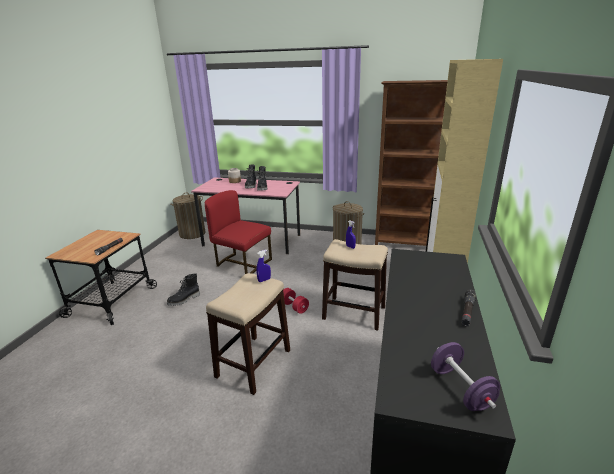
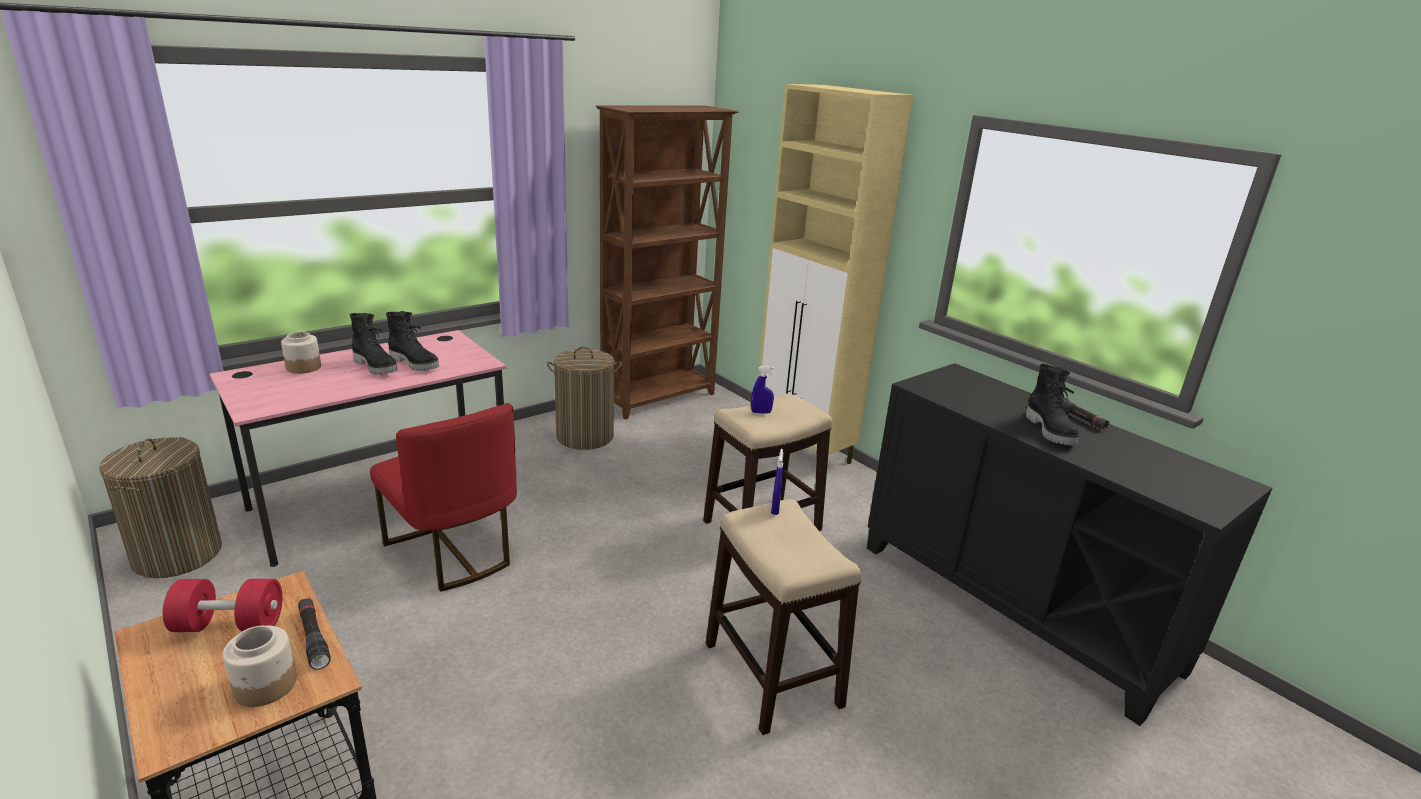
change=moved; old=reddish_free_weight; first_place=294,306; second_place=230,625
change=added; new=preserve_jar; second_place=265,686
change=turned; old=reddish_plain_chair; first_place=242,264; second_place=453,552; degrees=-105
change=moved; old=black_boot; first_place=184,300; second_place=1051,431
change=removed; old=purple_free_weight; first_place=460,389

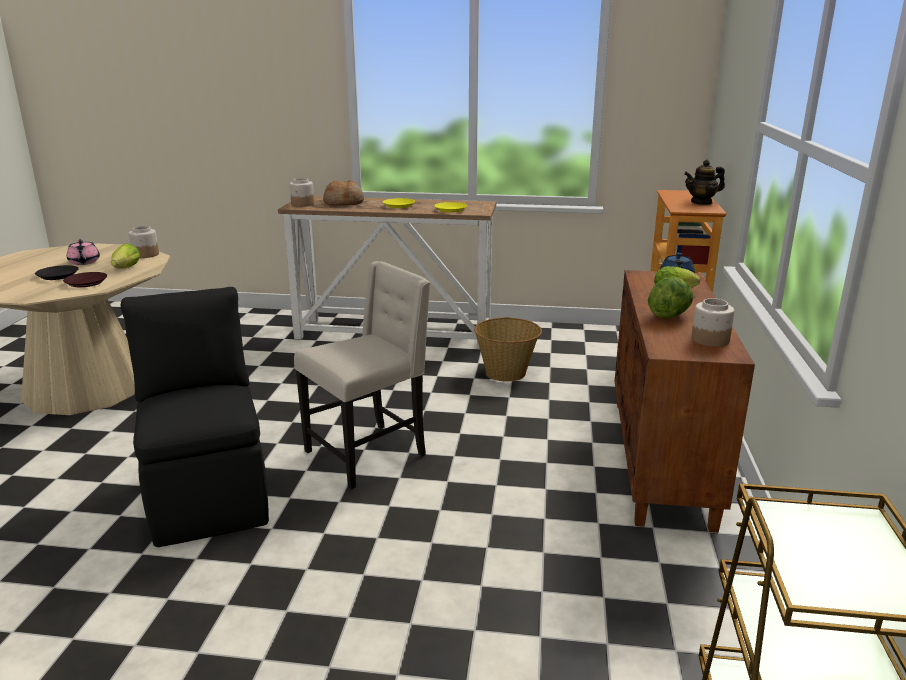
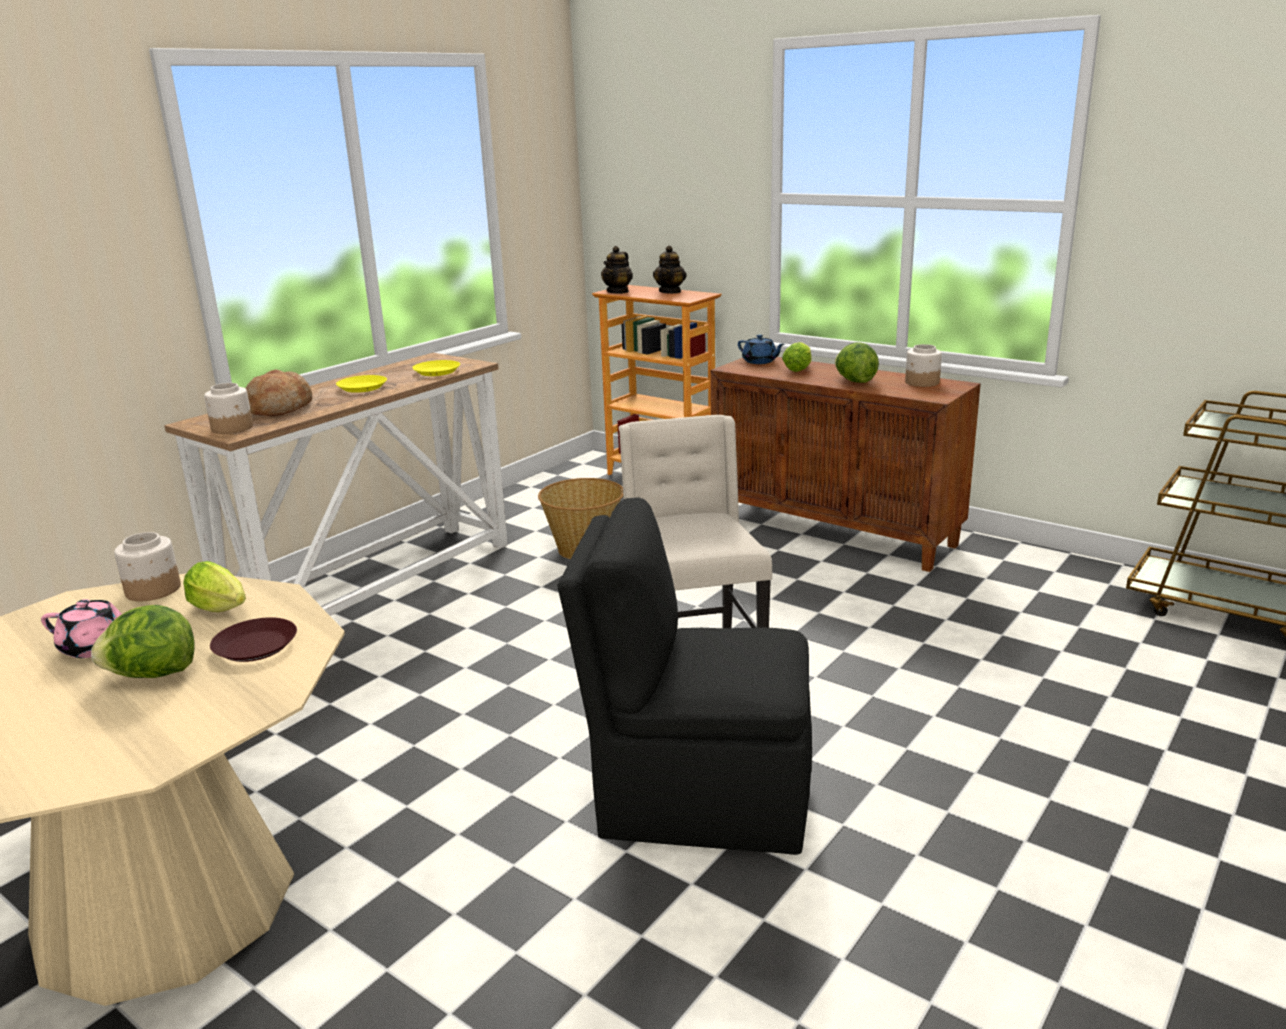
change=replaced; old=black_plate; new=lettuce; first_place=57,276; second_place=153,674
change=added; new=pot_for_tea; second_place=618,291

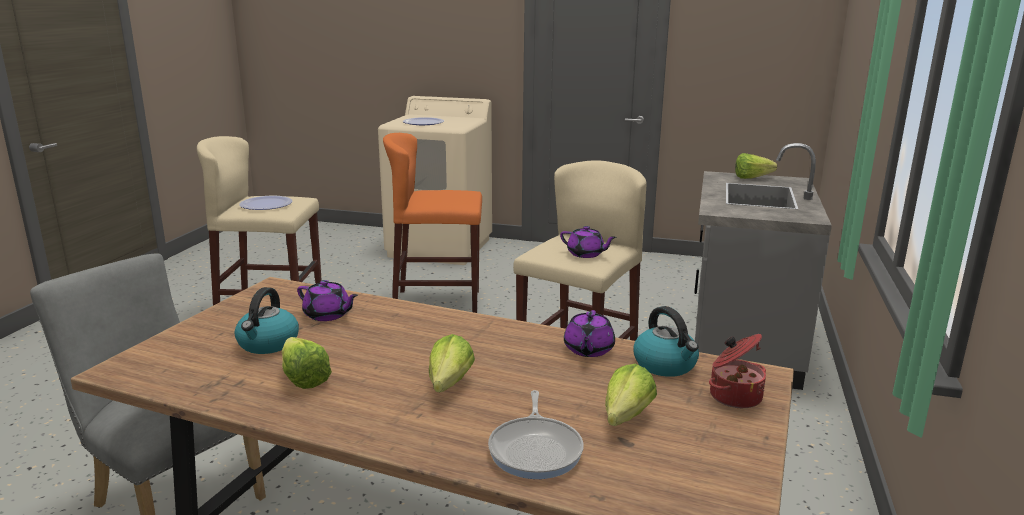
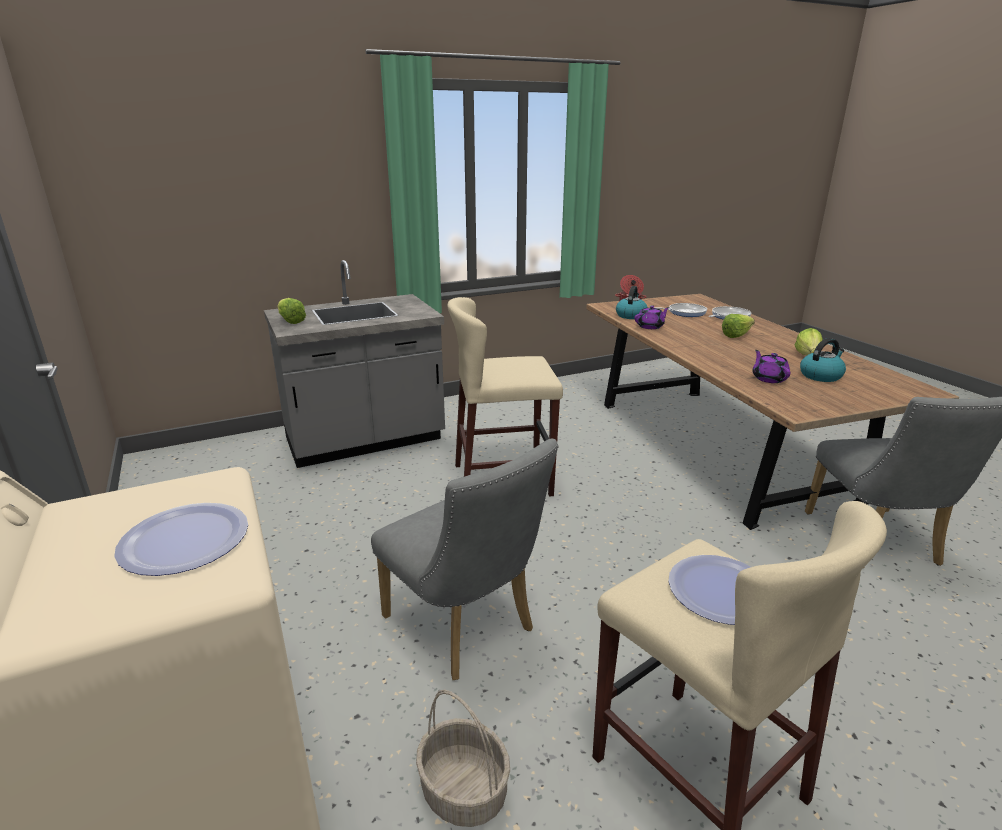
change=replaced; old=orange-coloured_stool_seat; new=grey_plain_chair; first_place=437,304; second_place=465,629
change=added; new=household_basket; second_place=462,791
change=replaced; old=lettuce; new=skillet; first_place=622,421; second_place=684,312
change=removed; old=purple_pot_for_tea; first_place=586,254

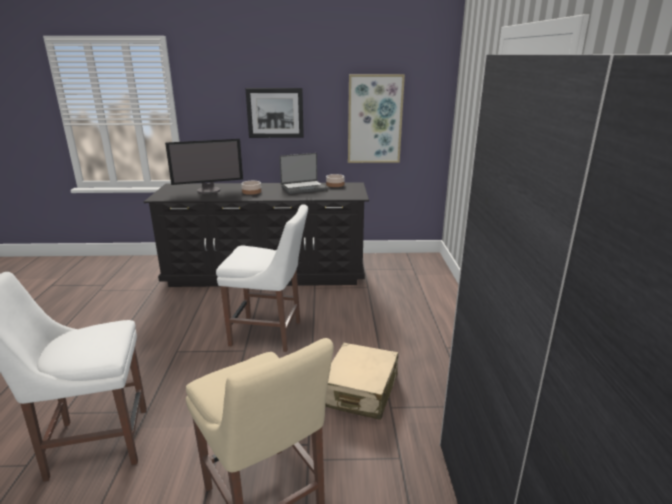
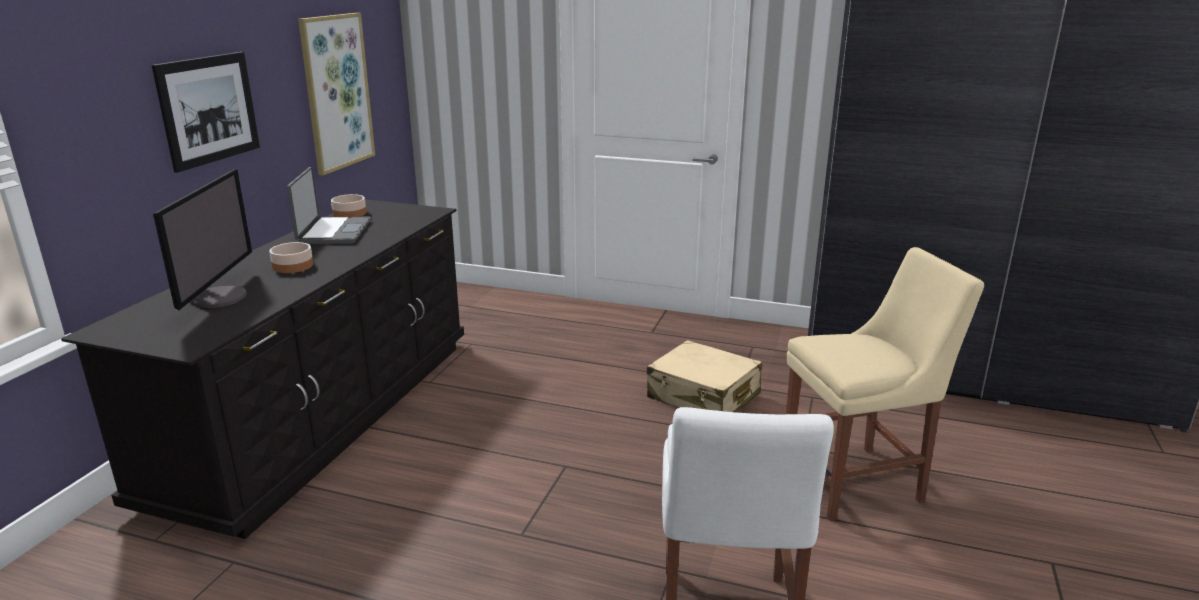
change=removed; old=white-coloured_plain_chair; first_place=269,334

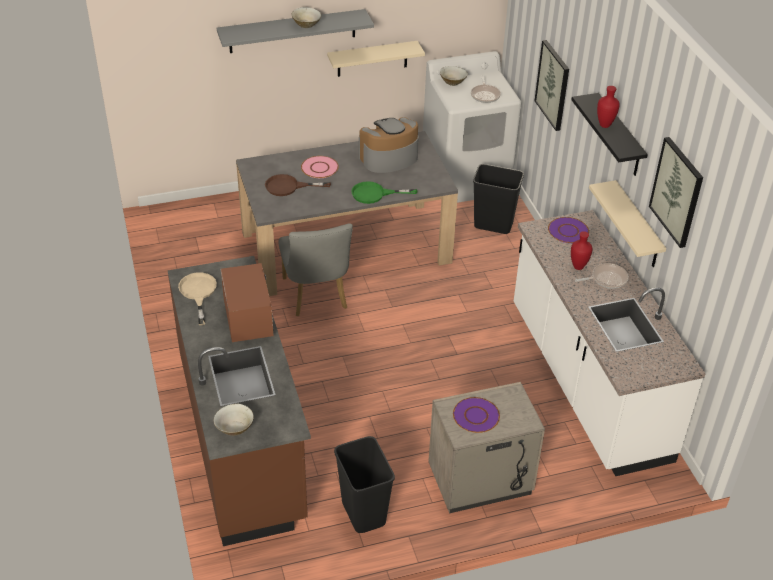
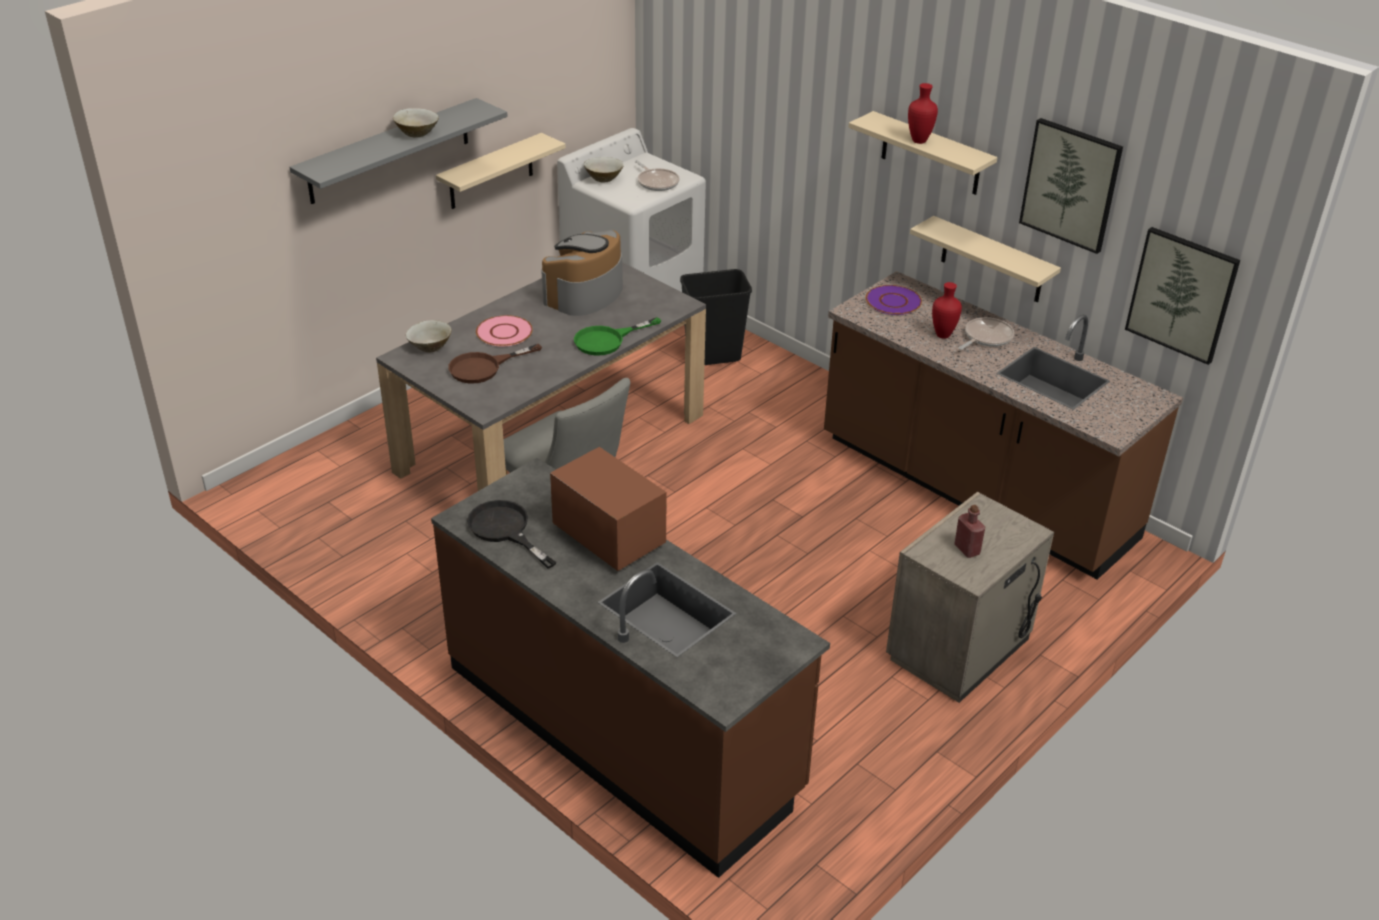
change=moved; old=sand-coloured_deep_dish; first_place=234,428; second_place=430,347
change=recoloured; old=sand-coloured_skillet; new=black_skillet; first_place=198,293; second_place=505,530
change=recoloured; old=white-coloured_kitchen_counter; new=brown-coloured_kitchen_counter; first_place=586,382; second_place=974,490
change=recoloured; old=black_shelf; new=sand-coloured_shelf; first_place=619,136; second_place=931,154
change=replaced; old=purple_plate; new=reddish_beverage_bottle; first_place=475,416; second_place=967,549
change=moved; old=picture; first_place=553,85; second_place=1182,294
change=removed; old=black_waste_bin; first_place=364,513

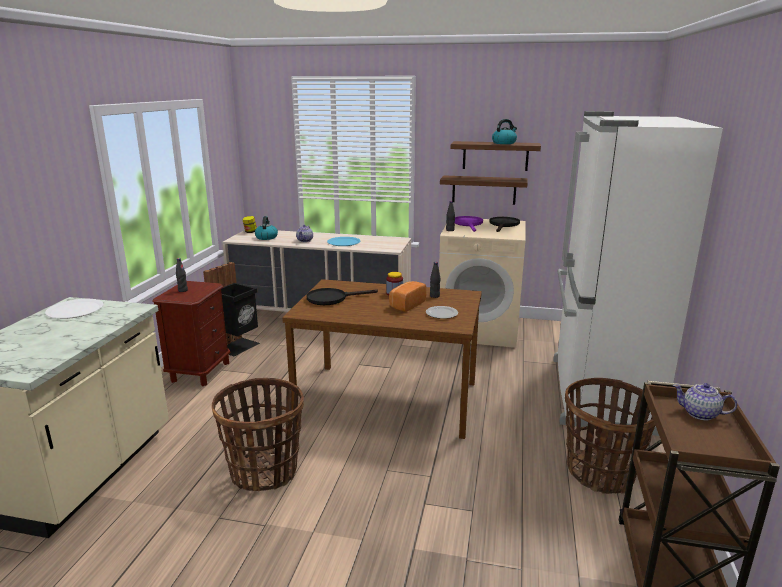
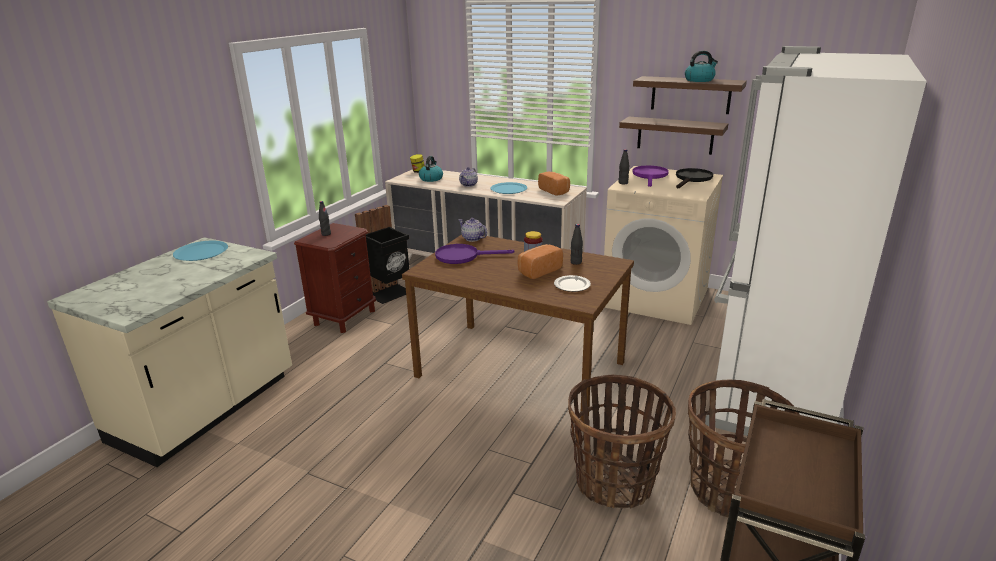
change=recoloured; old=white-coloured_plate; new=bluish_plate; first_place=75,310; second_place=201,252
change=recoloured; old=black_skillet; new=purple_skillet; first_place=332,298; second_place=463,256
change=moved; old=pot_for_tea; first_place=700,414; second_place=473,239
change=added; new=bakery_bread; second_place=555,191
change=moved; old=household_basket; first_place=264,472; second_place=614,483

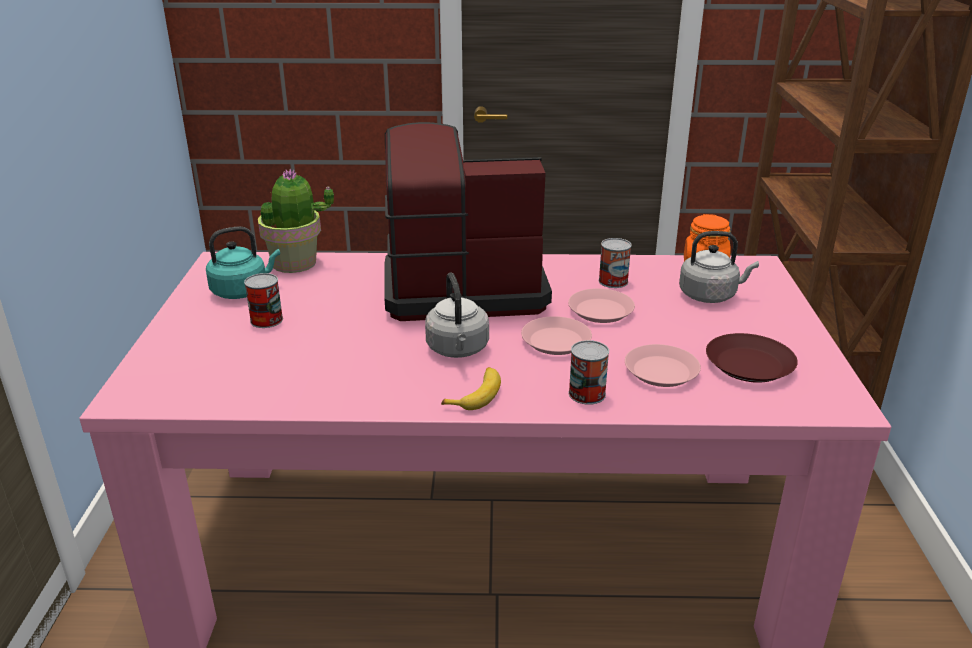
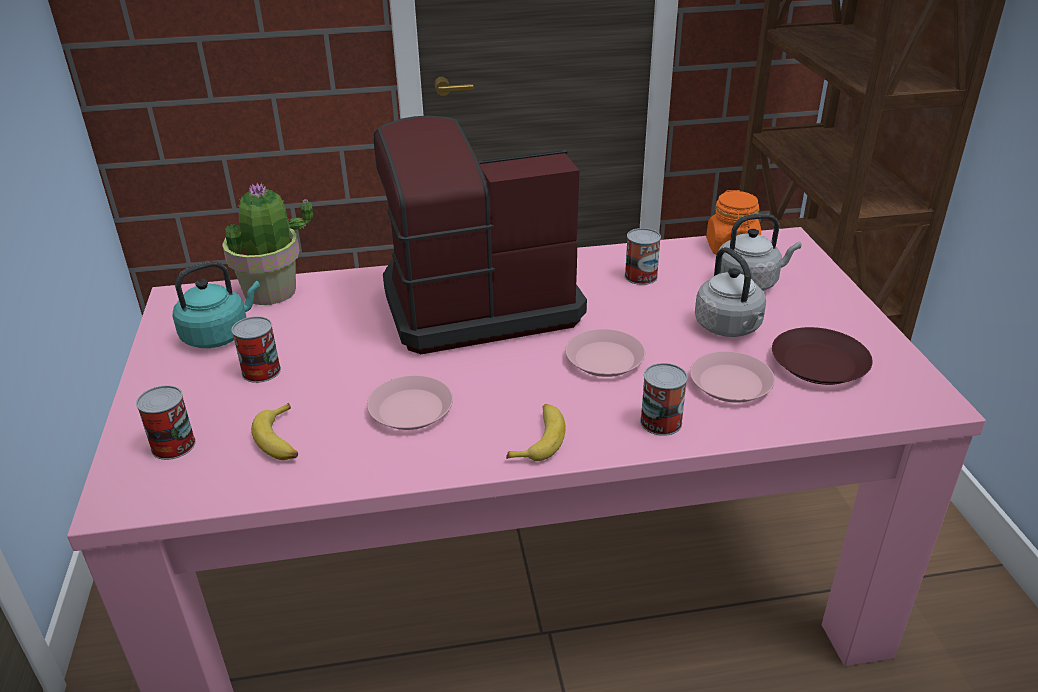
change=added; new=metal_can; second_place=173,445
change=added; new=banana; second_place=281,440
change=moved; old=pink-coloured_plate; first_place=600,311; second_place=410,409
change=moved; old=grey_tea_kettle; first_place=458,350; second_place=729,328

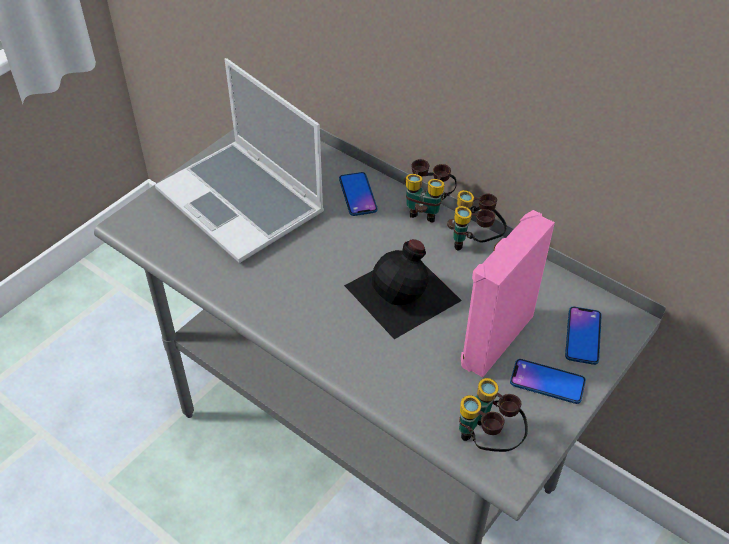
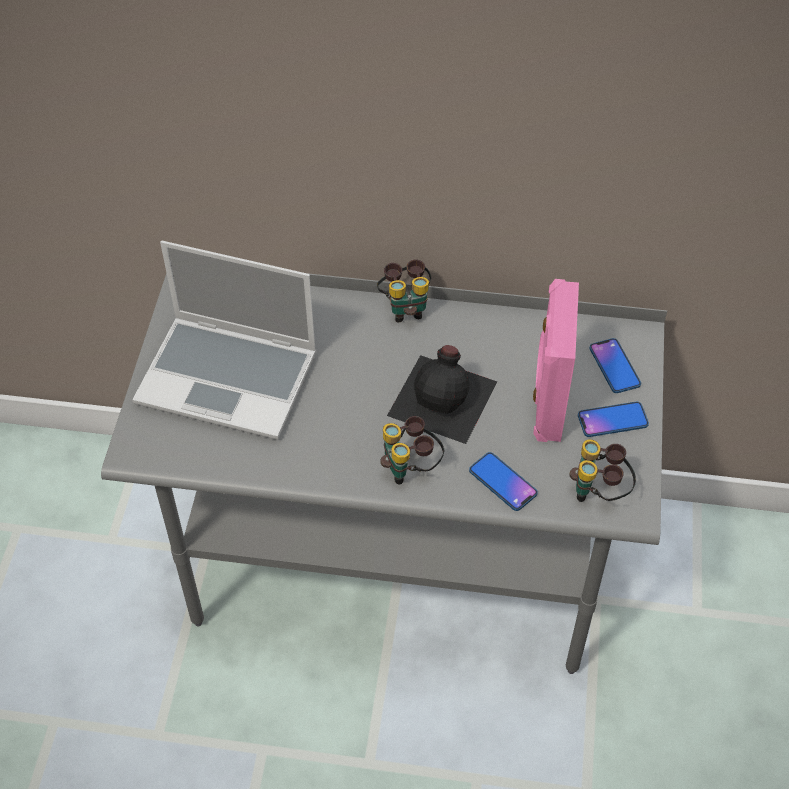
change=moved; old=pair_of_binoculars; first_place=474,243; second_place=411,468
change=moved; old=phone; first_place=357,195; second_place=502,482

